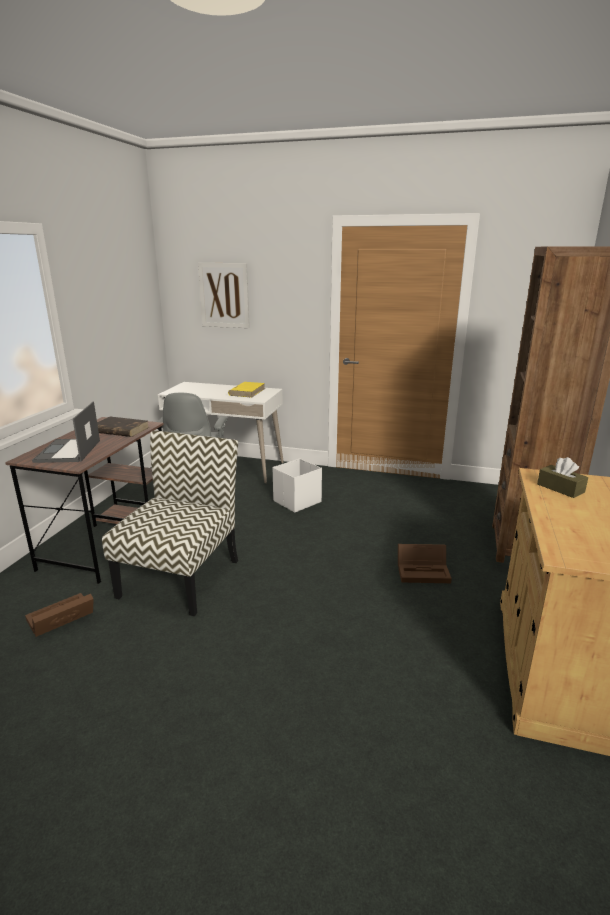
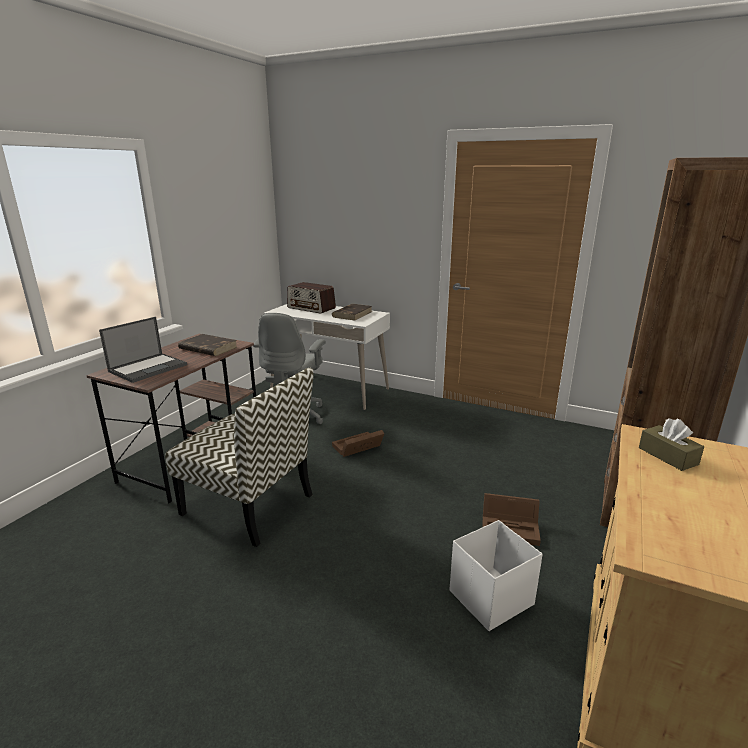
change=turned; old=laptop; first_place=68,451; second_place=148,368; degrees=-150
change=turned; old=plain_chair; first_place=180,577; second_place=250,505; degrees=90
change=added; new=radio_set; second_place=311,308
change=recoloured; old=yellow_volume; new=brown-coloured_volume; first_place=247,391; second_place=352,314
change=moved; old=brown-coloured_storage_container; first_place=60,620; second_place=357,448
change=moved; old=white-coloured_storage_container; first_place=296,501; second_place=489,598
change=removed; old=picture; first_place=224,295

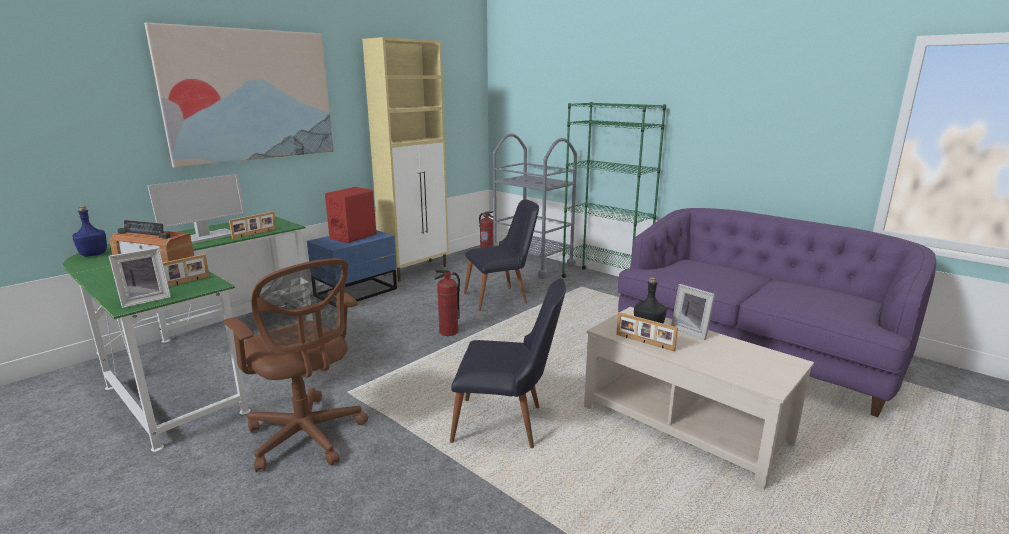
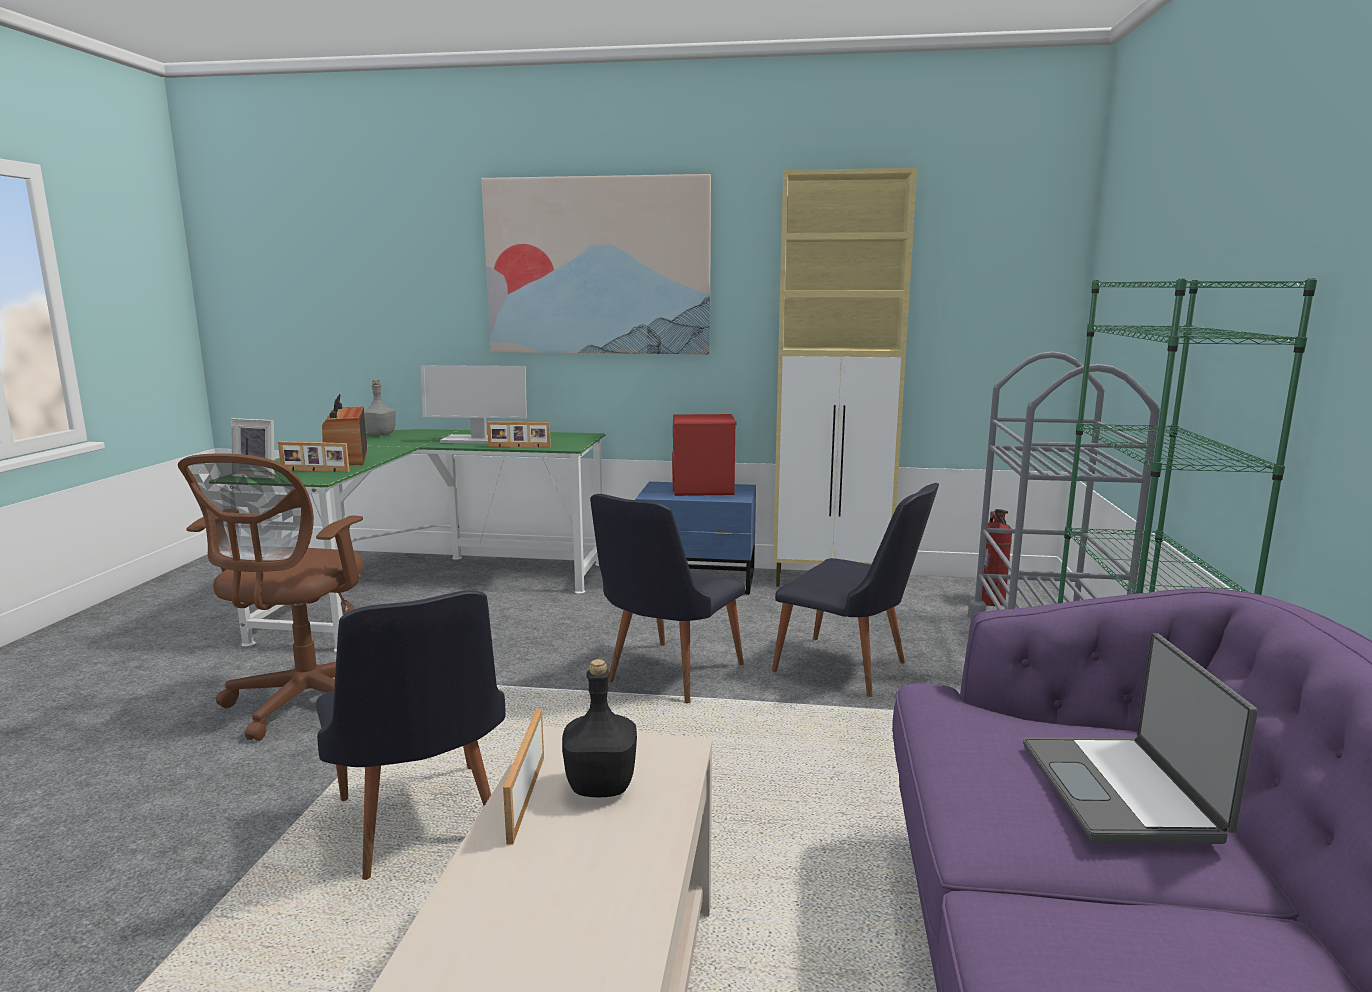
change=recoloured; old=bluish_beverage_bottle; new=grey_beverage_bottle; first_place=94,254; second_place=381,434
change=replaced; old=extinguisher; new=black_plain_chair; first_place=448,332; second_place=666,677
change=added; new=laptop; second_place=1122,791
change=removed; old=picture_frame; first_place=691,331

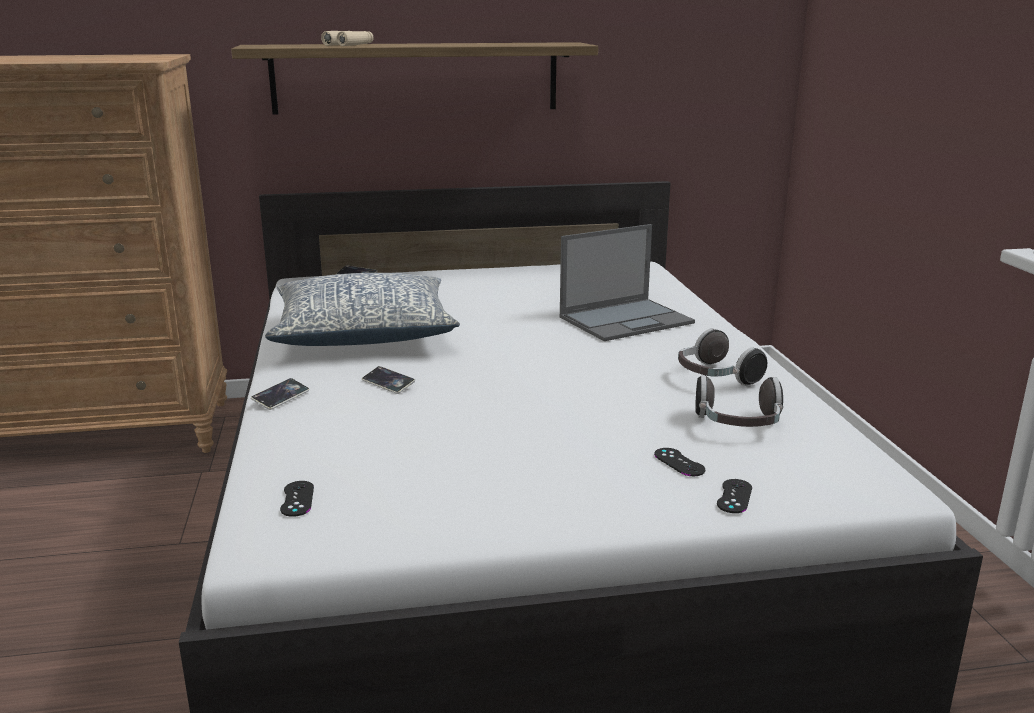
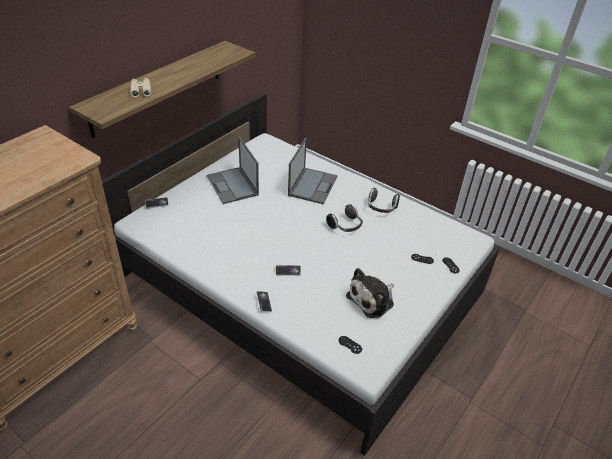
change=added; new=laptop; second_place=233,186
change=moved; old=headphones; first_place=738,425; second_place=345,226
change=added; new=plush_toy; second_place=372,300
change=removed; old=throw_pillow; first_place=364,333

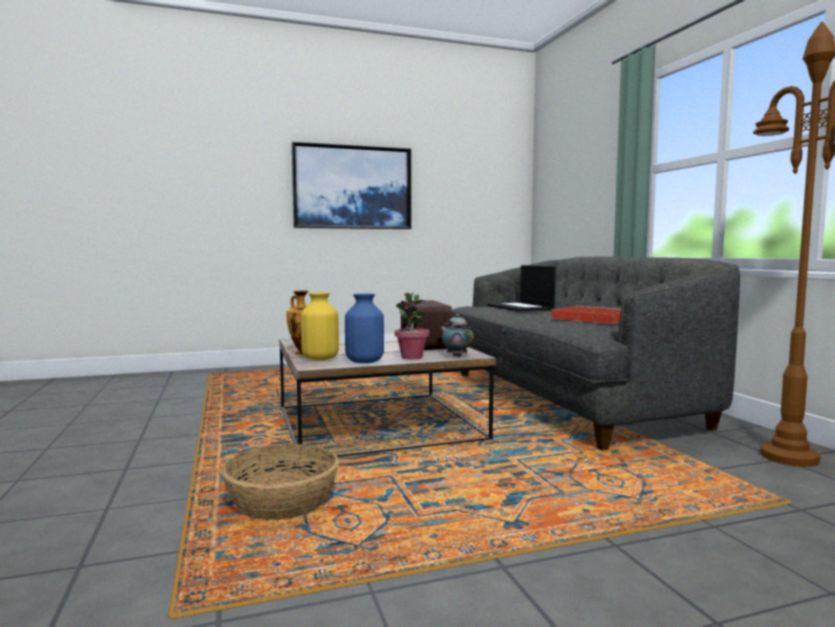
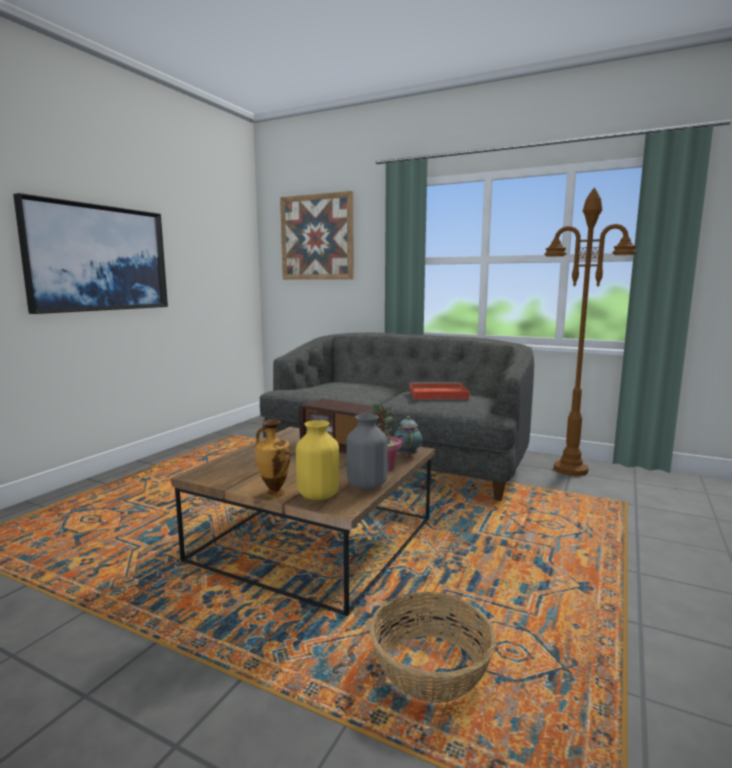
change=added; new=picture; second_place=317,237
change=recoloured; old=bluish_vase; new=grey_vase; first_place=365,361; second_place=367,485
change=turned; old=pot_for_tea; first_place=456,356; second_place=407,455; degrees=75
change=removed; old=laptop; first_place=521,307

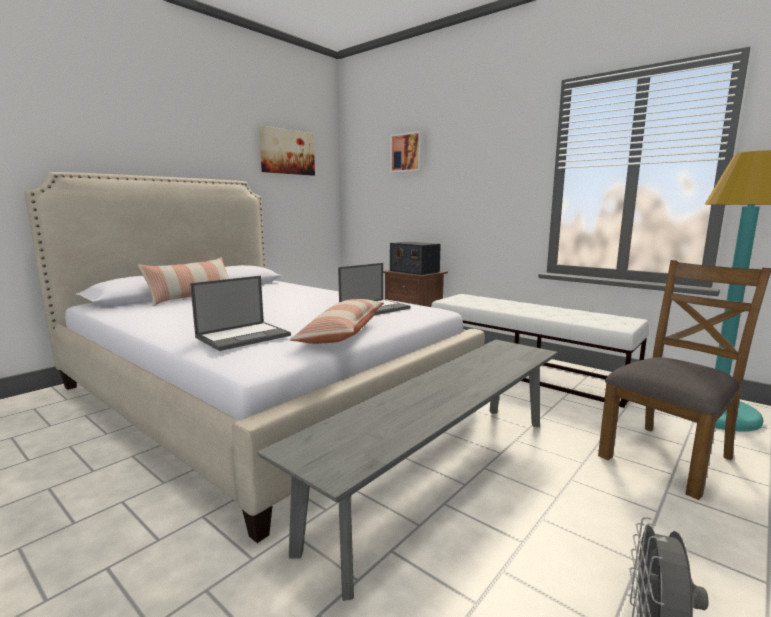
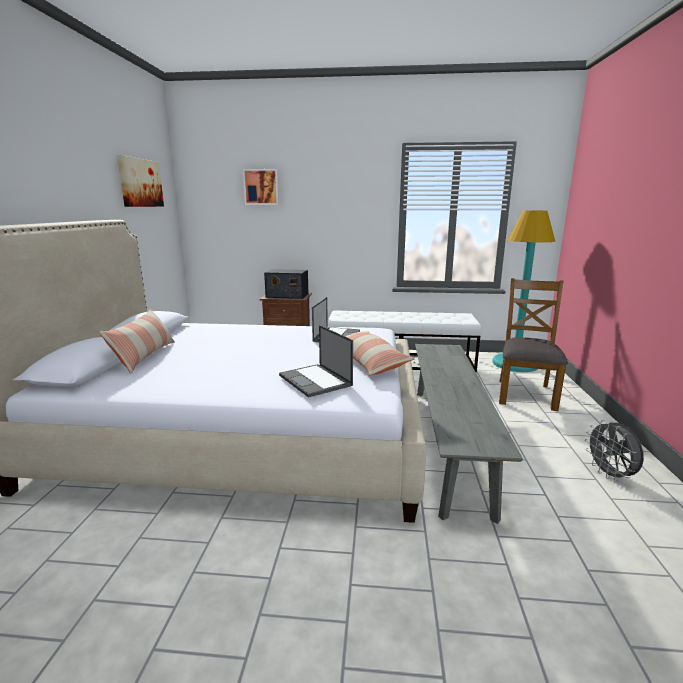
change=turned; old=laptop; first_place=244,336; second_place=316,380; degrees=135

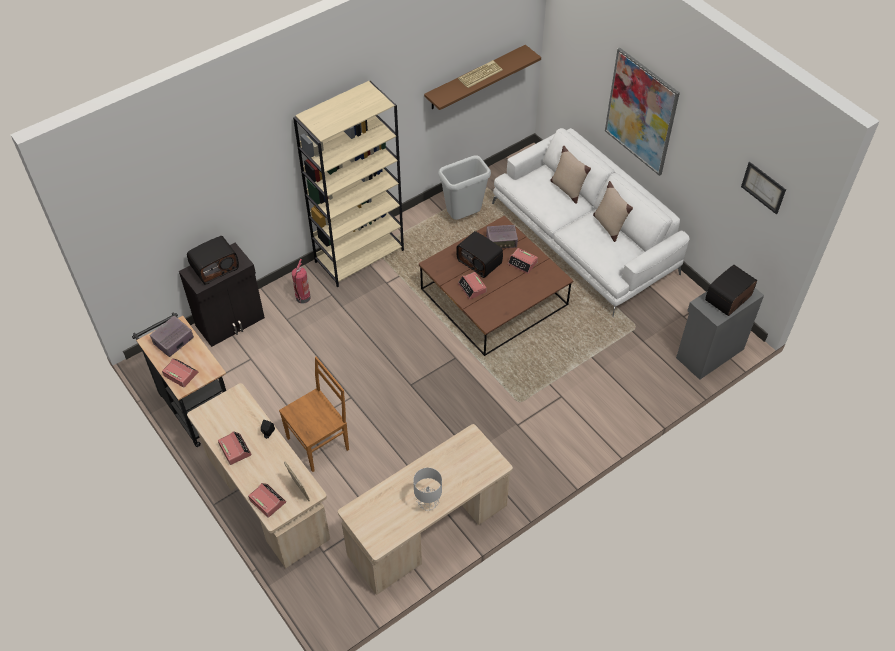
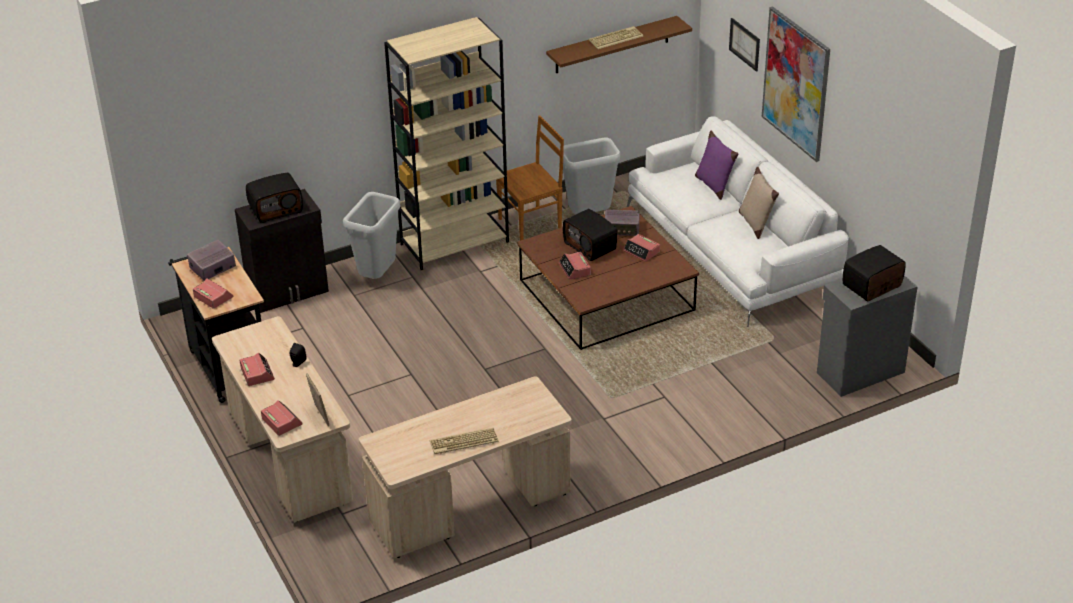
change=replaced; old=extinguisher; new=grey_waste_bin; first_place=303,298; second_place=378,277
change=replaced; old=grey_tabletop_lamp; new=PC_keyboard; first_place=428,505; second_place=463,442
change=moved; old=brown-coloured_plain_chair; first_place=319,443; second_place=531,225
change=recoloured; old=sand-coloured_throw_pillow; new=purple_throw_pillow; first_place=567,189; second_place=714,185
change=moved; old=picture; first_place=763,187; second_place=744,44

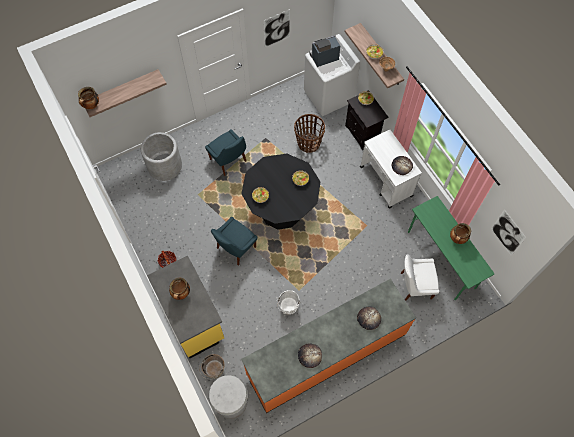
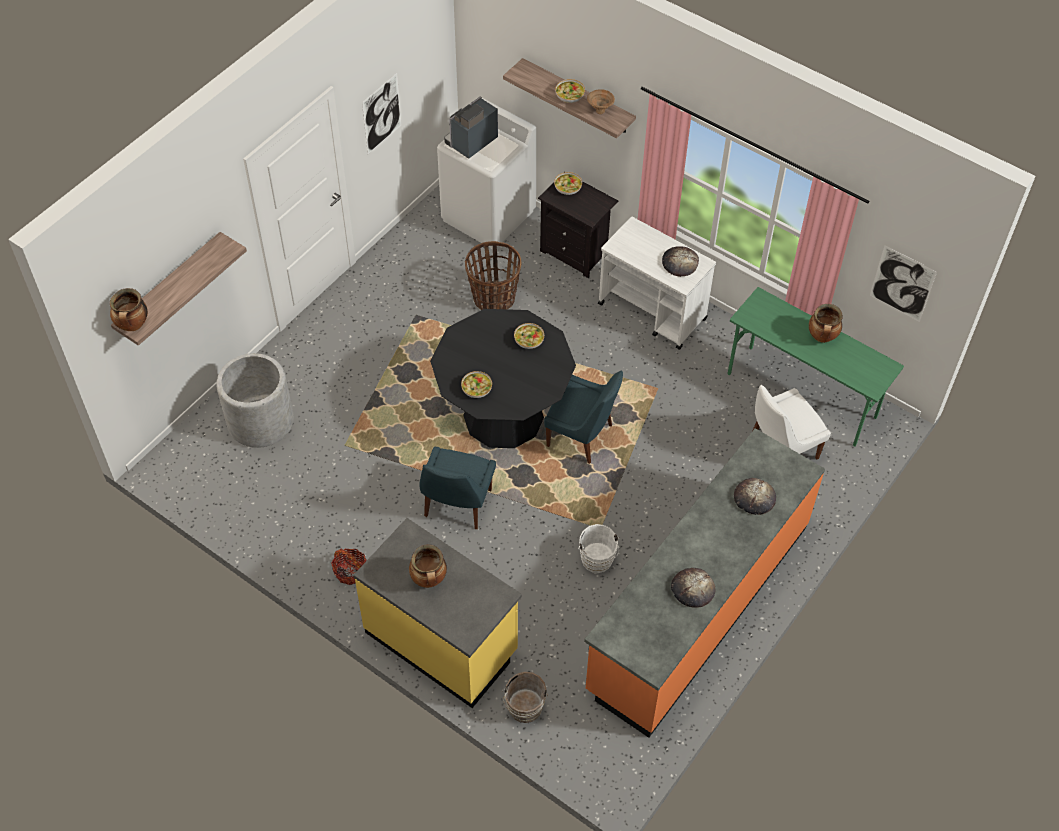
change=moved; old=bluish_plain_chair; first_place=229,161; second_place=582,436
change=removed; old=white-coloured_waste_bin; first_place=231,403

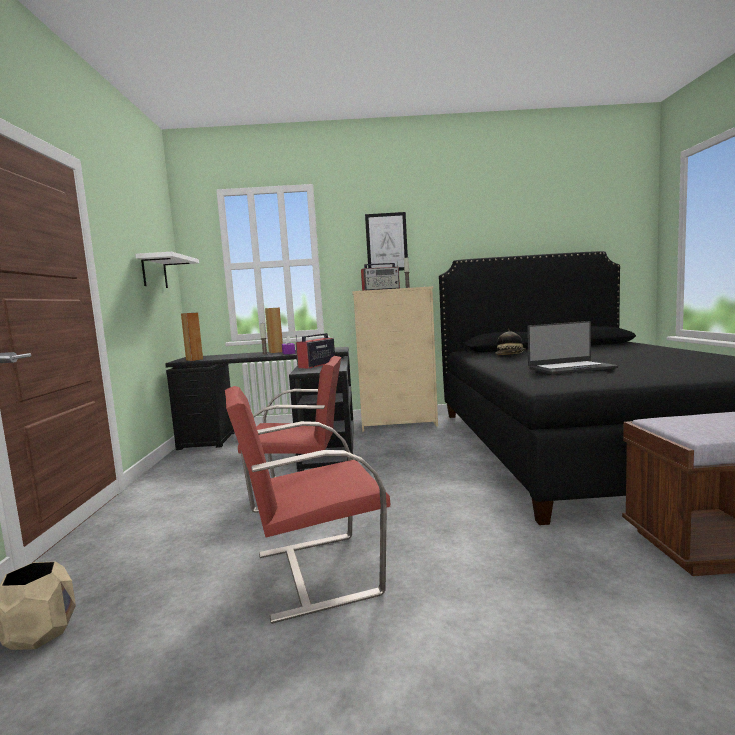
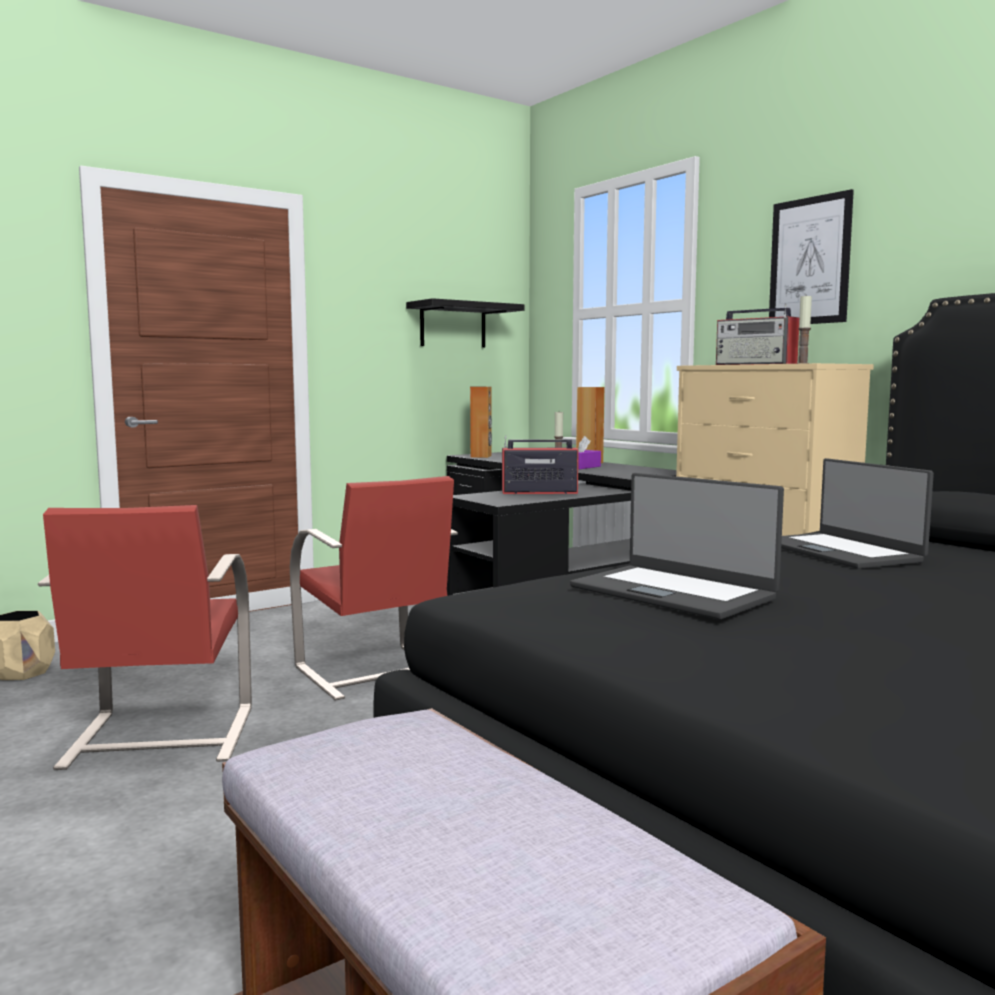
change=turned; old=reddish_plain_chair; first_place=313,573; second_place=158,738; degrees=-135
change=recoloured; old=white-coloured_shelf; new=black_shelf; first_place=154,272; second_place=453,325
change=replaced; old=wearable_hat; new=laptop; first_place=510,356; second_place=840,552

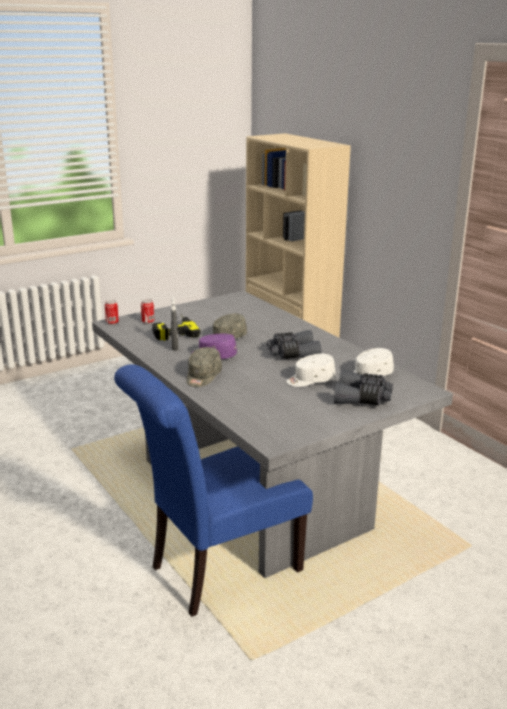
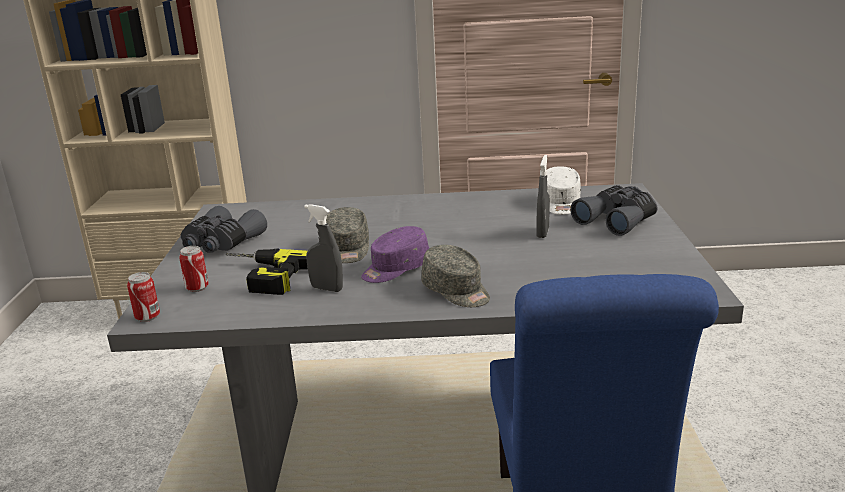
change=moved; old=grey_pair_of_binoculars; first_place=292,354; second_place=221,243
change=replaced; old=white-coloured_baseball_cap; new=grey_sprayer; first_place=310,380; second_place=542,233

